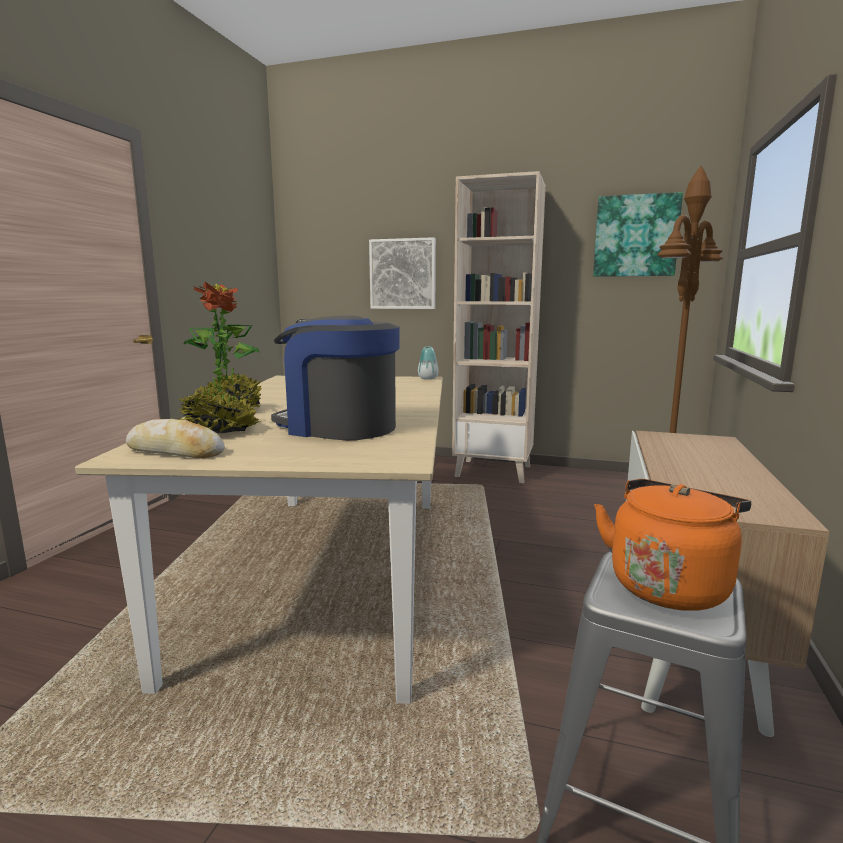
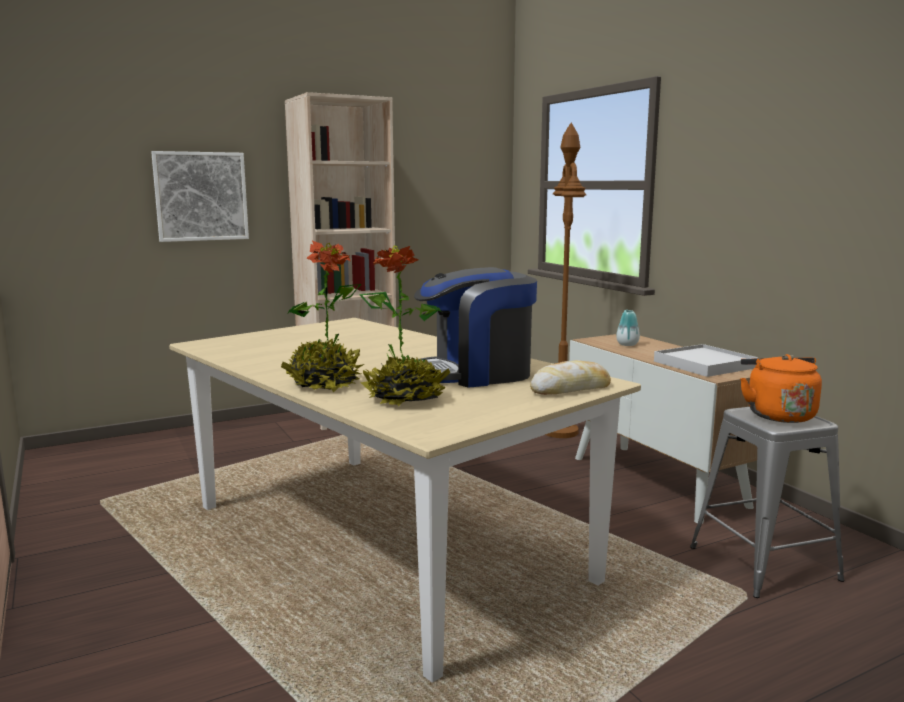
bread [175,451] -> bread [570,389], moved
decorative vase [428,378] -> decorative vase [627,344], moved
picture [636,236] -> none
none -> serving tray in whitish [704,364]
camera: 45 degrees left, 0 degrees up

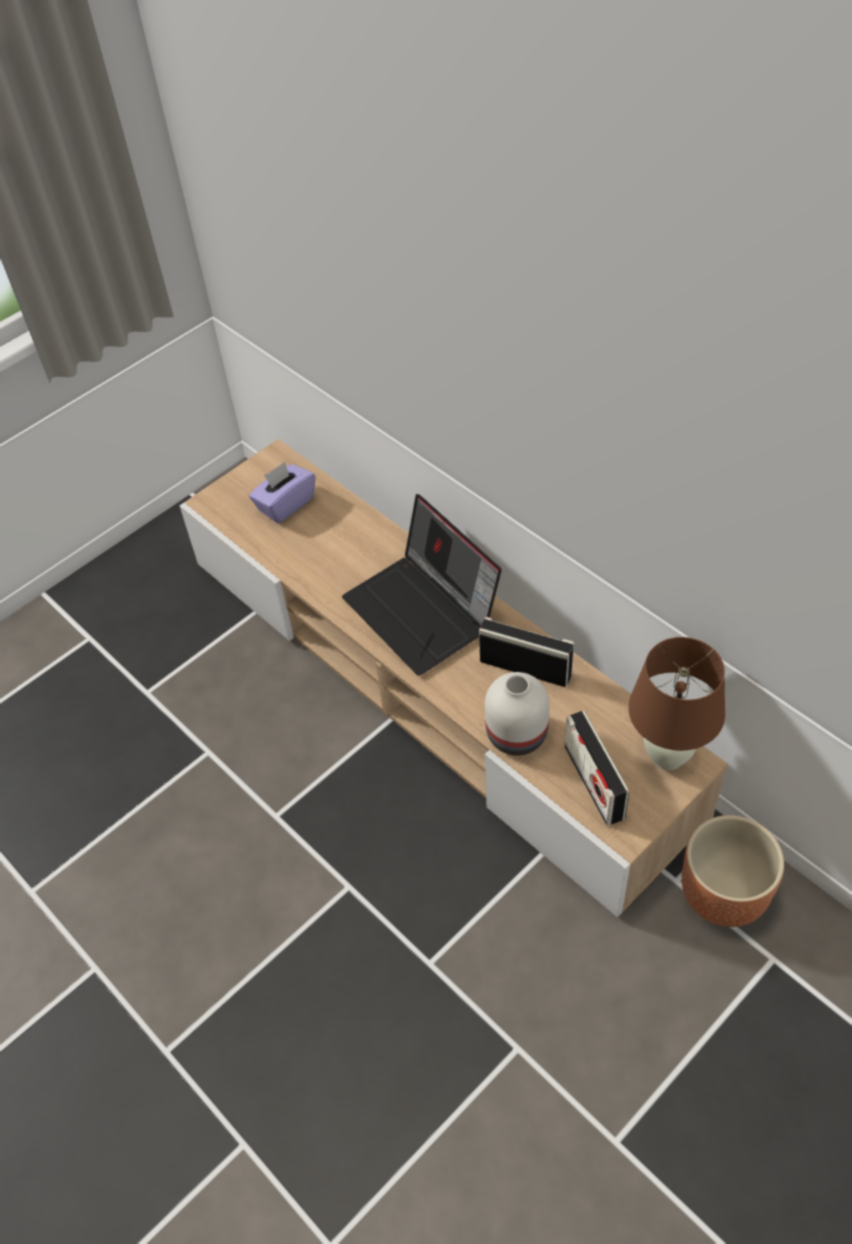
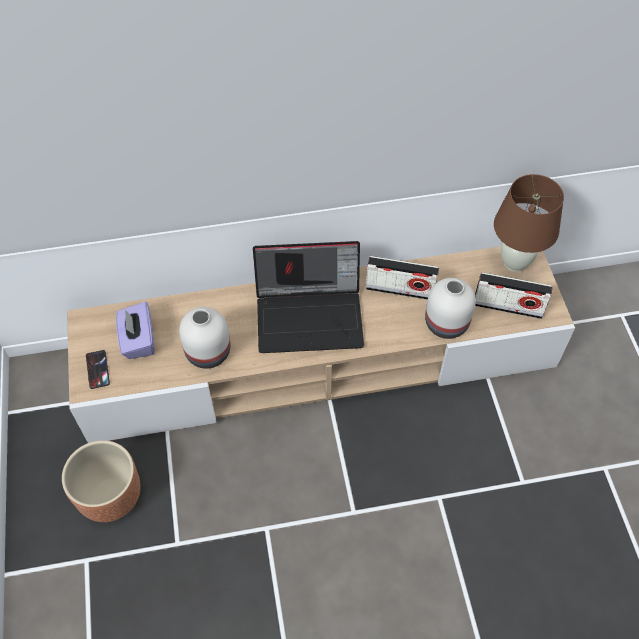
radio receiver [525,667] -> radio receiver [400,289], 135 degrees counterclockwise
planter in brown [723,893] -> planter in brown [110,495], moved
none -> handset [97,369]
none -> decorative vase in whitish [209,351]
camera: 60 degrees left, 5 degrees up

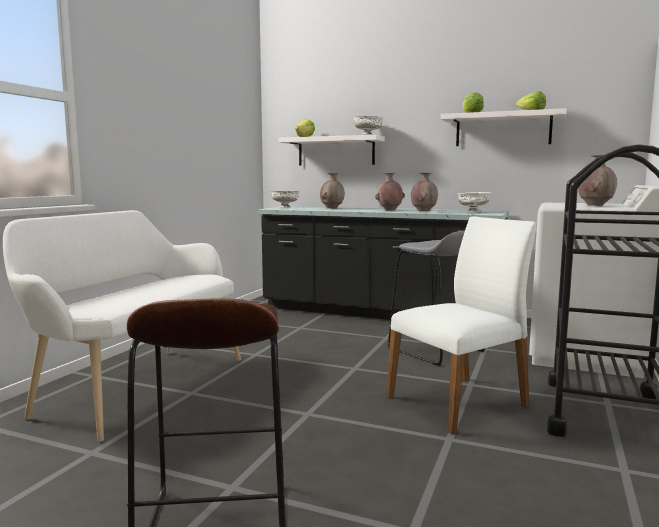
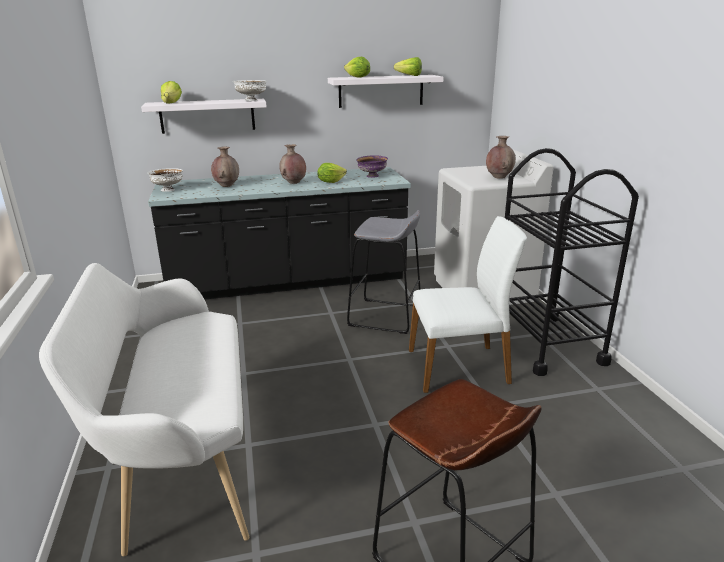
chair in whitish [459,402] -> chair in whitish [459,367], 60 degrees clockwise
decorative vase in brown [423,211] -> lettuce [330,182]
bowl in whitish [473,211] -> bowl in purple [372,176]
camera: 35 degrees left, 15 degrees up

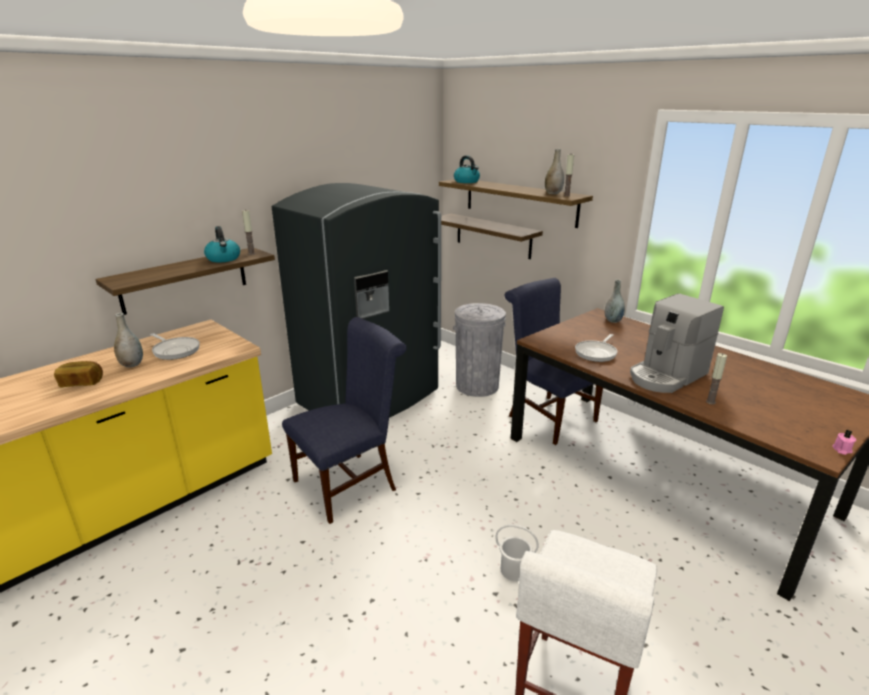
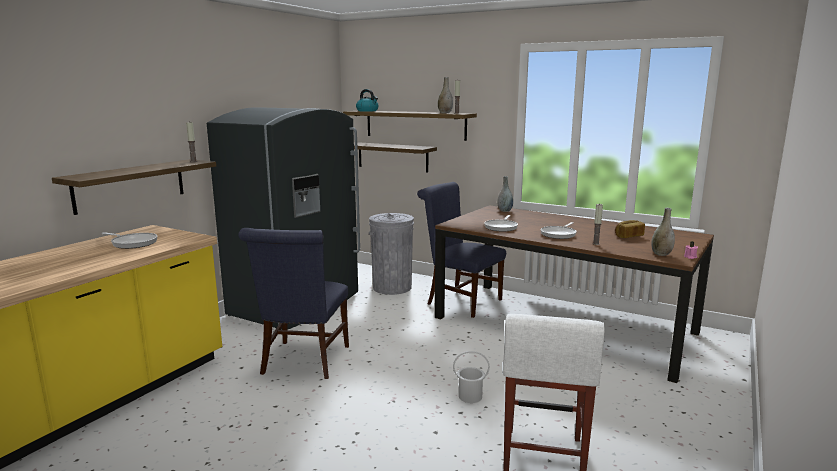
bread [82,383] -> bread [628,236], moved
decorative vase in grey [132,364] -> decorative vase in grey [661,254], moved
water kettle [224,259] -> none
chair in bluish [350,483] -> chair in bluish [303,362], 150 degrees clockwise
coffee brewer [667,376] -> skillet [559,234]
camera: 15 degrees left, 10 degrees down

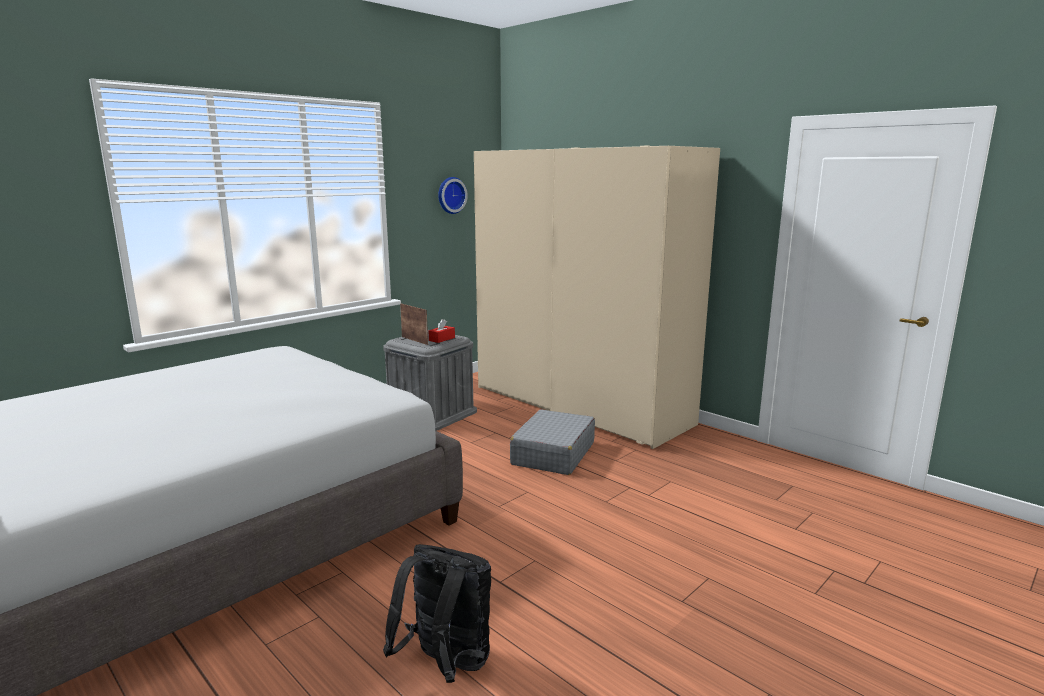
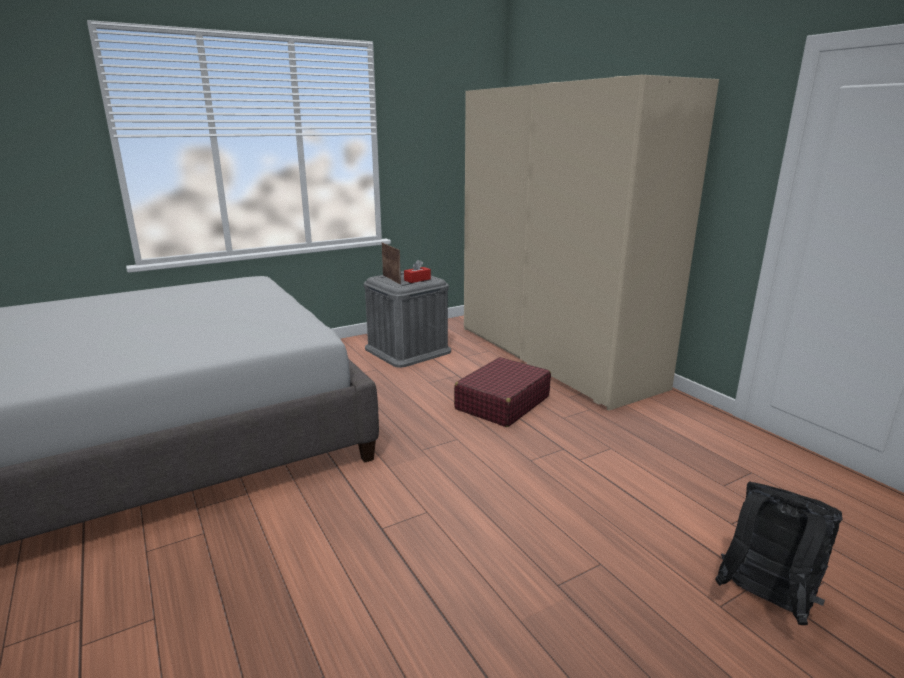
rucksack in black [446,665] -> rucksack in black [764,601], moved
wall clock [450,195] -> none
travel case in grey [553,454] -> travel case in red-coloured [502,403]
camera: 15 degrees right, 5 degrees up

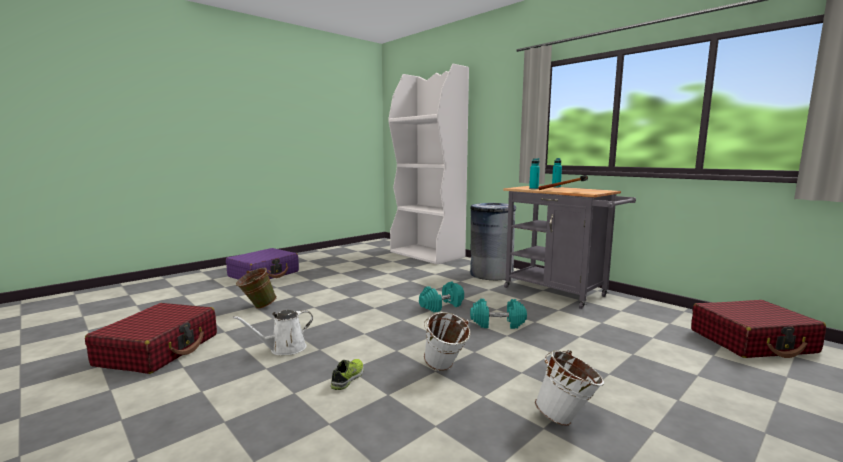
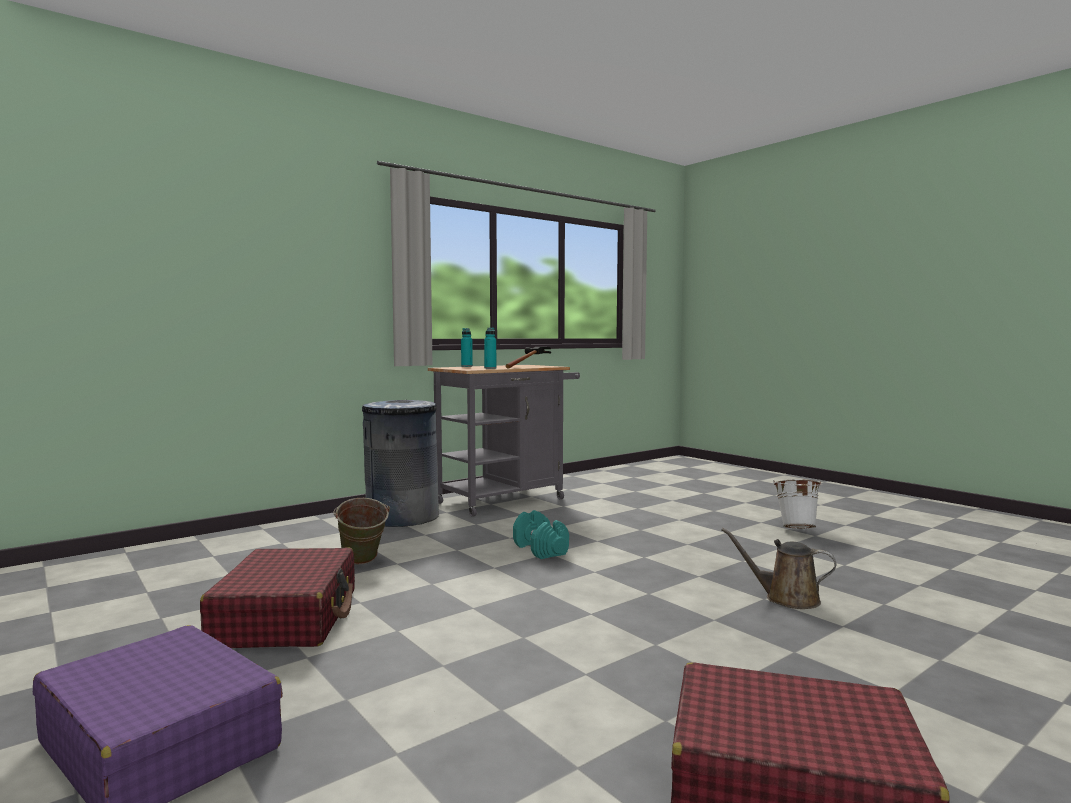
sprinkling can in whitish [284,349] -> none
pail in green [257,307] -> pail in green [362,563], moved
shoe [348,378] -> sprinkling can in brown [786,598]
bookshelf in whitish [427,254] -> none
pail in whitish [445,369] -> none
free weight in turquoise-coloured [497,324] -> none
travel case in red-coloured [752,341] -> travel case in red-coloured [287,618], moved
camera: 85 degrees left, 5 degrees down

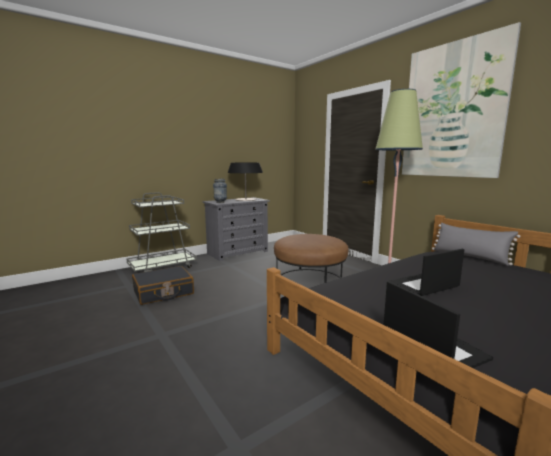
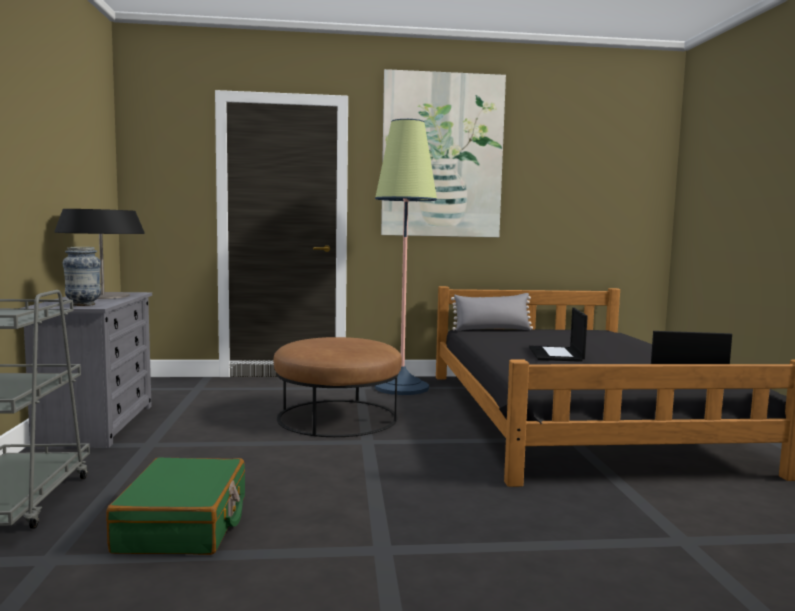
travel case in black [163,292] -> travel case in green [184,524]
camera: 60 degrees left, 5 degrees down

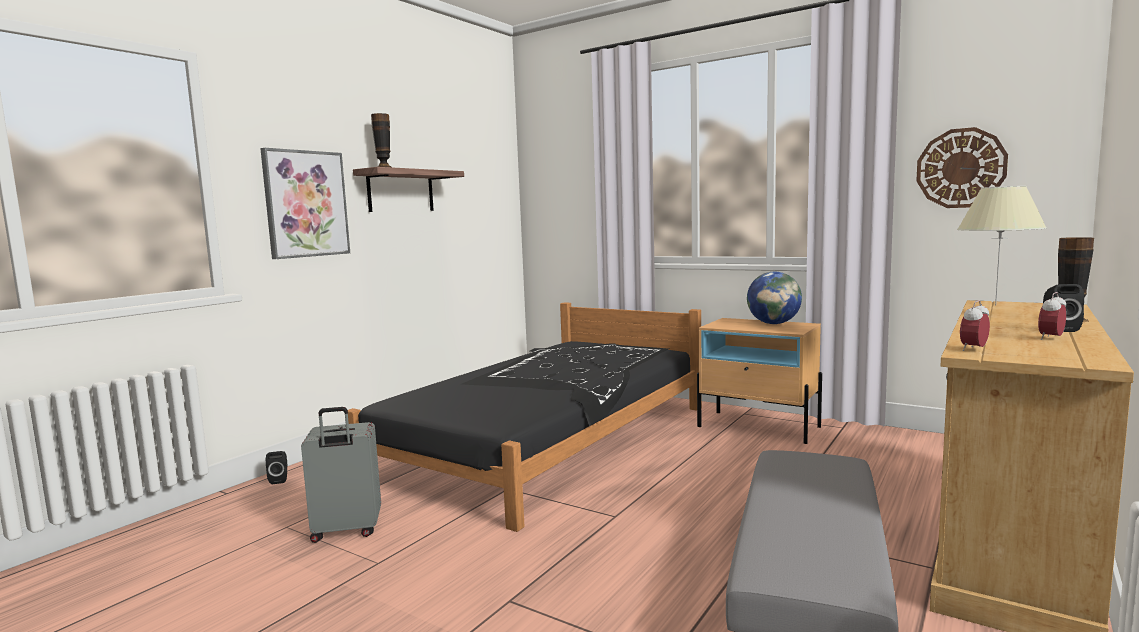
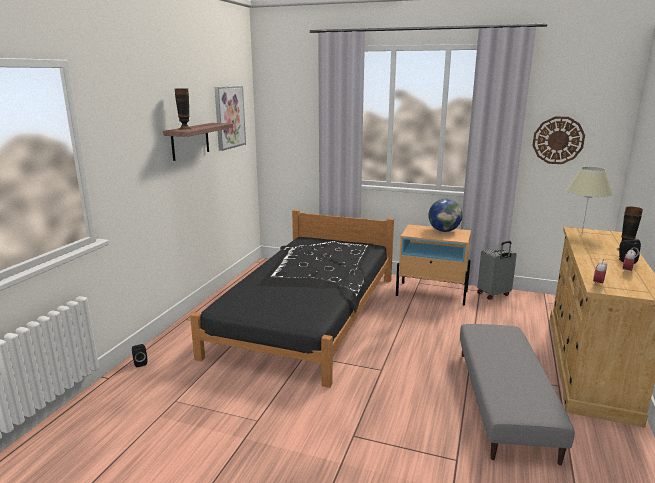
picture [306,204] -> picture [229,117], moved
travel case in grey [346,531] -> travel case in grey [494,294], moved
camera: 15 degrees left, 10 degrees up

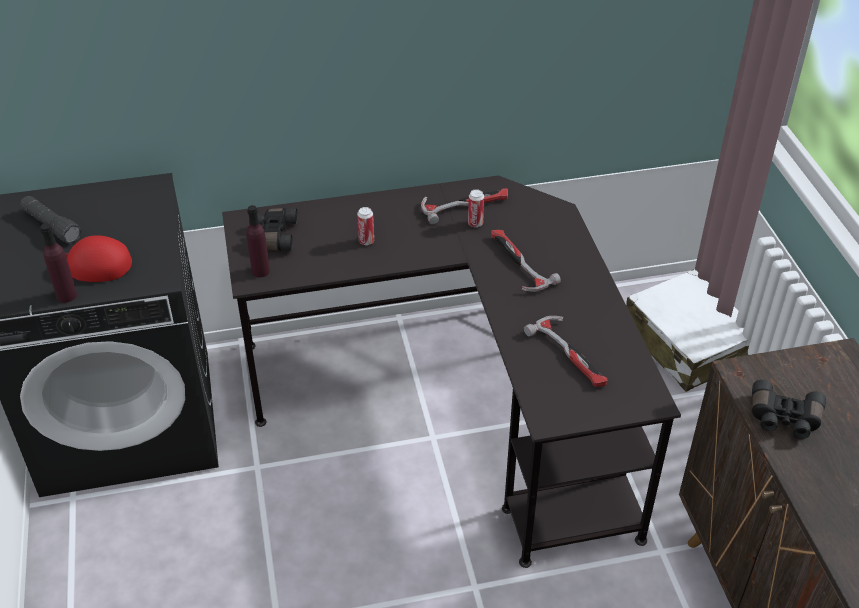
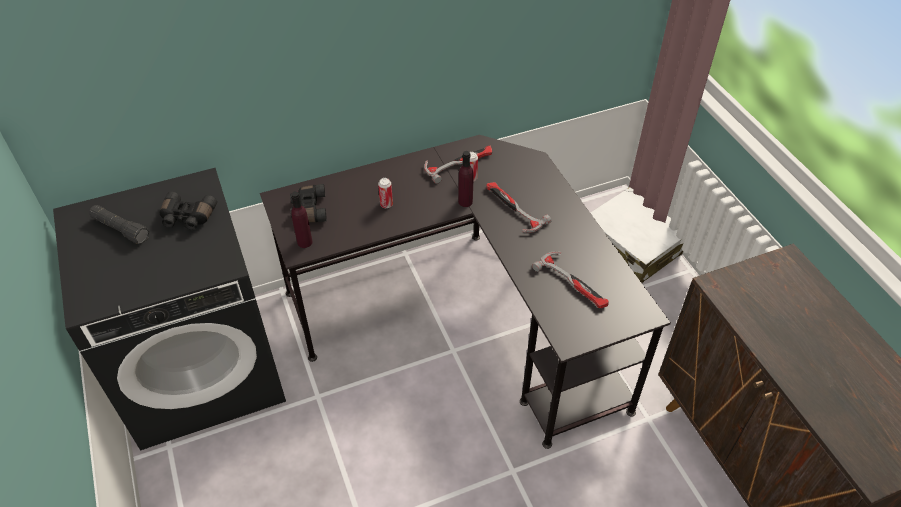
beverage bottle in purple [66,295] -> beverage bottle in purple [465,202], moved
cap in red-coloured [93,265] -> none
field glasses in black [784,419] -> field glasses in black [187,218], moved
camera: 10 degrees left, 5 degrees up

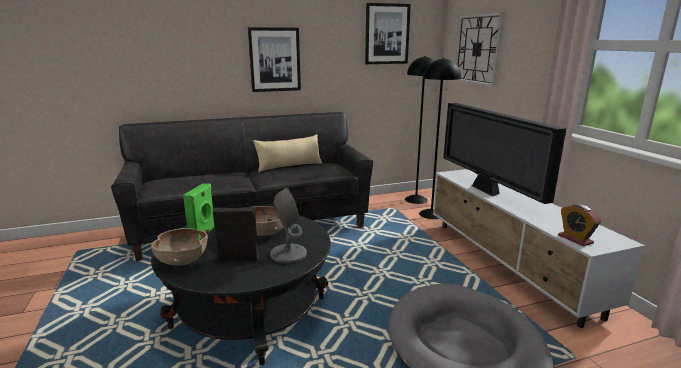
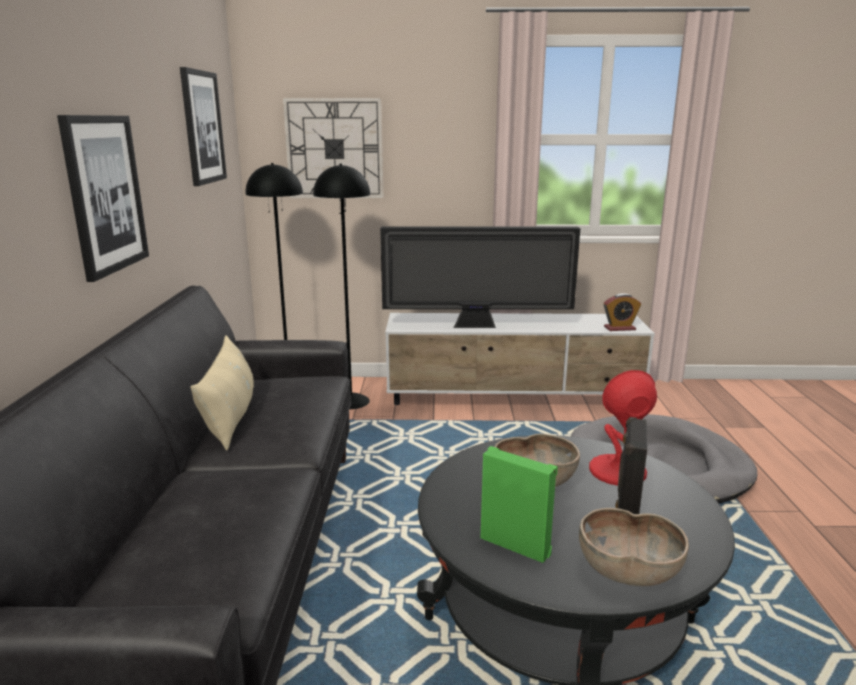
lamp for a table in grey [288,254] -> lamp for a table in red-coloured [617,471]
camera: 70 degrees left, 0 degrees up

